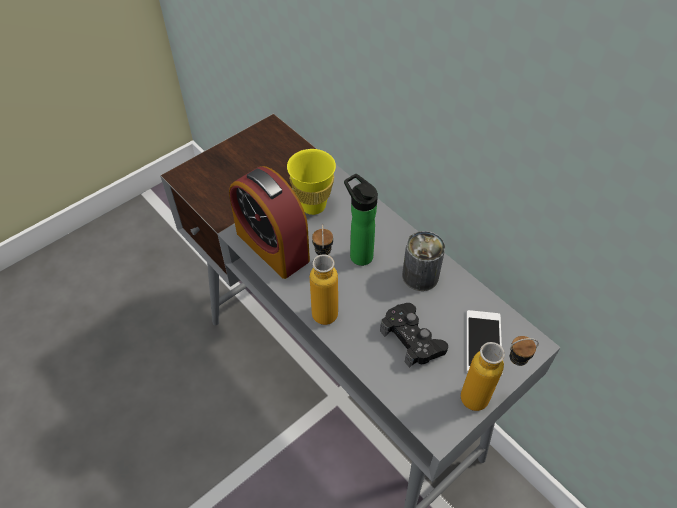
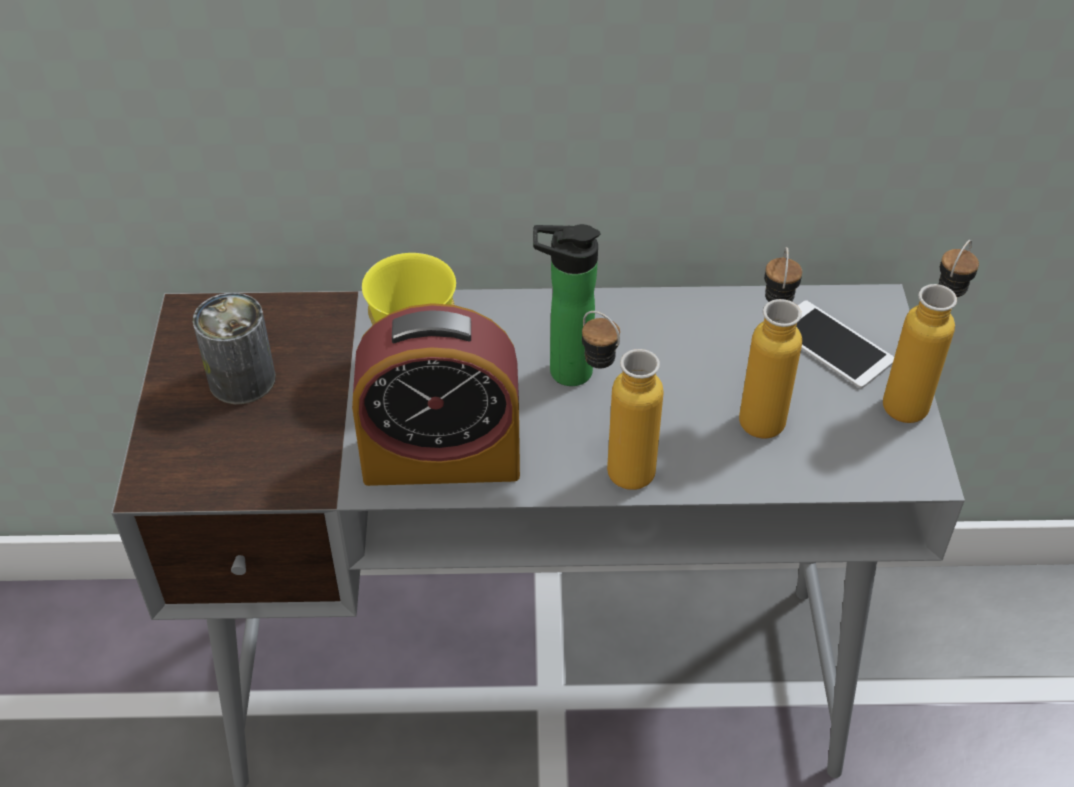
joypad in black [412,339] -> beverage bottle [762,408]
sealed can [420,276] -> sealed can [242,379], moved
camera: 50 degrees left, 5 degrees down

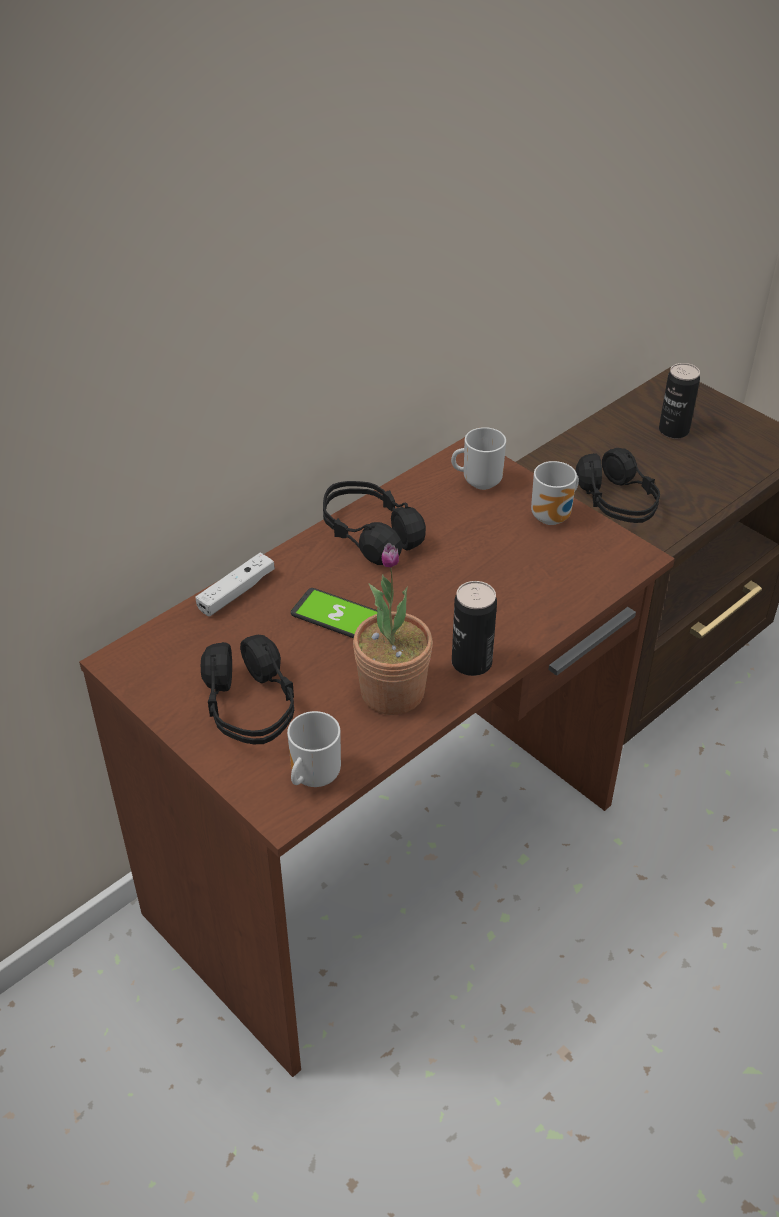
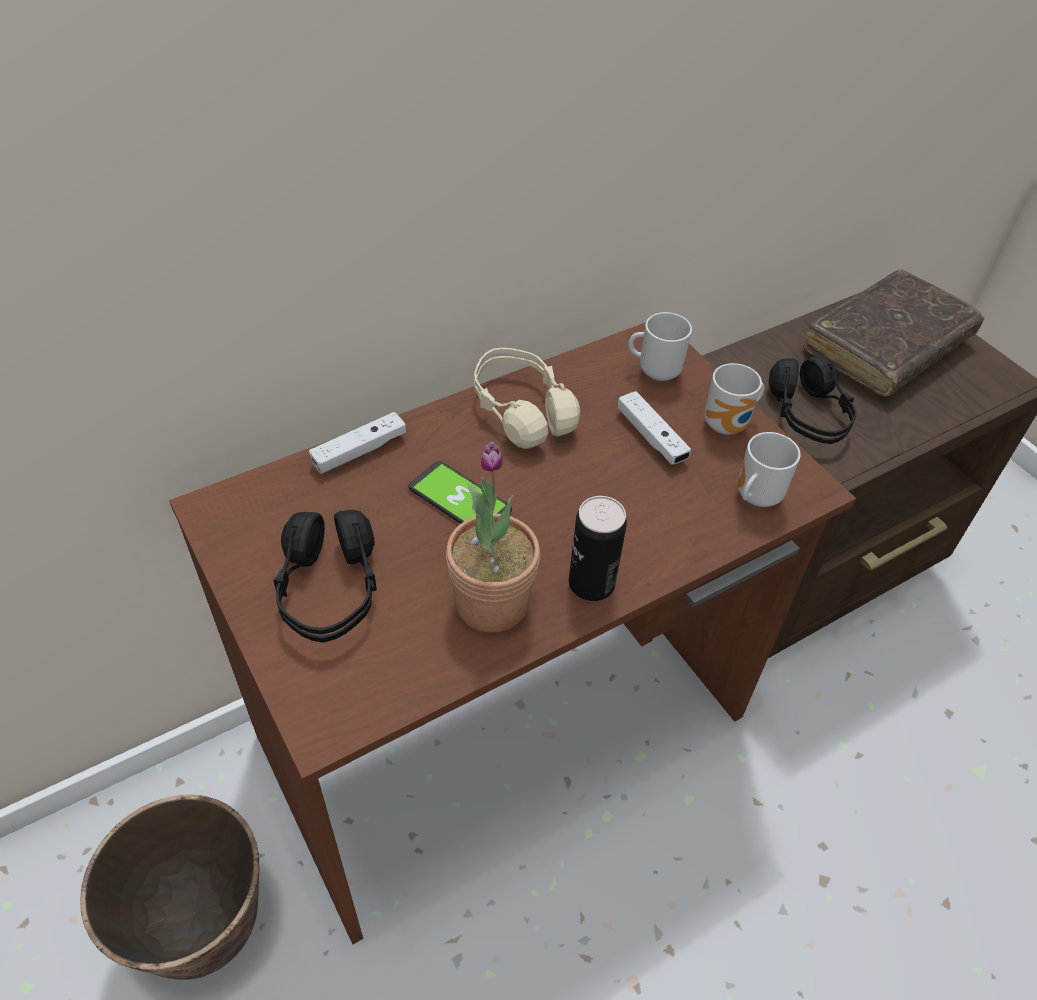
coffee mug [312,777] -> coffee mug [754,497], moved
headset in black [369,535] -> headset in sand-coloured [521,411]
sealed can [673,430] -> volume in brown [886,346]
none -> planter [205,927]
none -> joypad in whitish [651,437]
camera: 10 degrees right, 5 degrees up

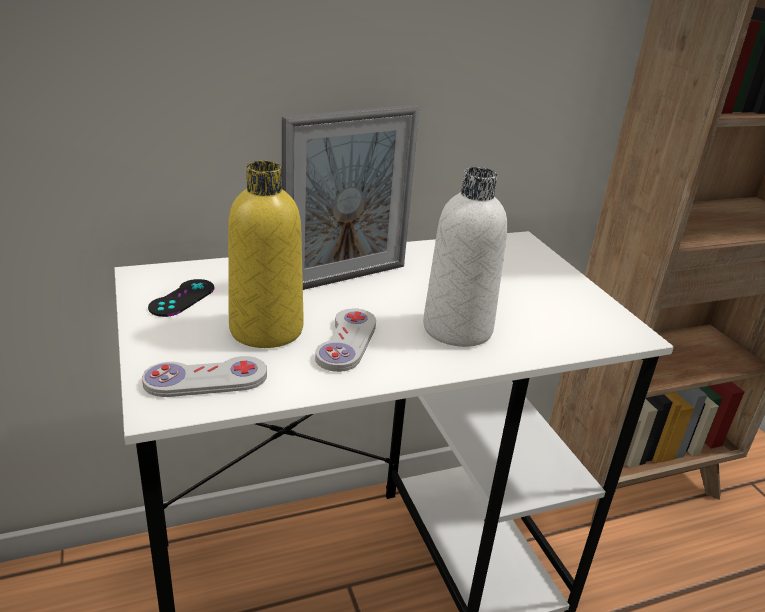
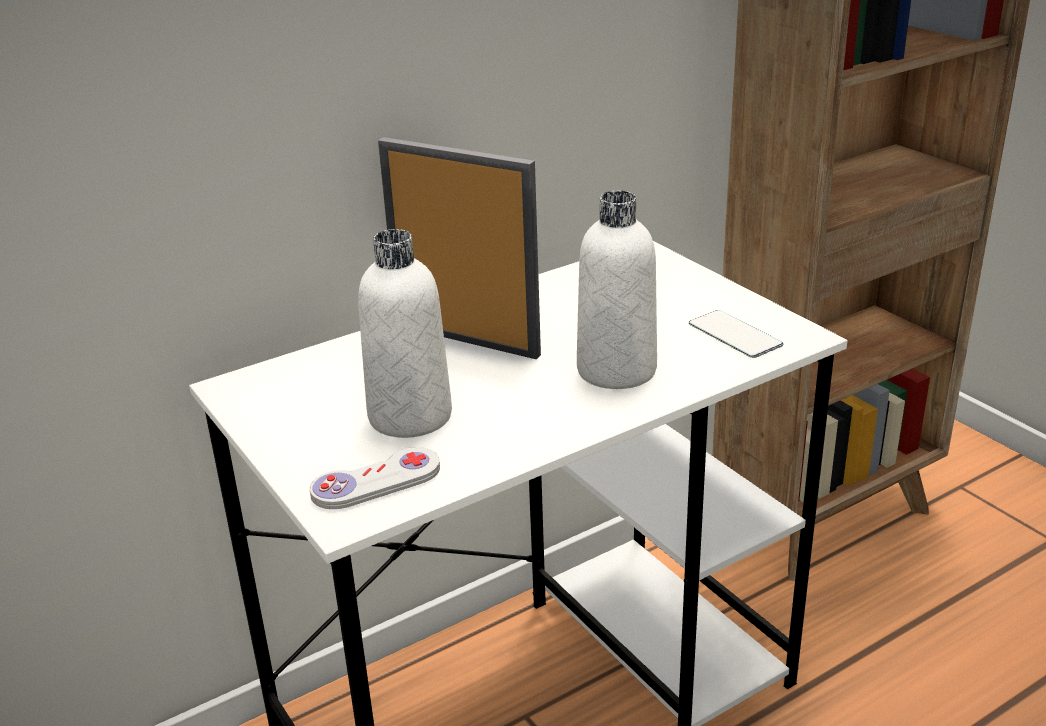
joypad in black [182,298] -> none
beverage bottle in yellowish [266,329] -> beverage bottle in whitish [410,416]
picture frame [345,278] -> picture frame [466,340], 105 degrees counterclockwise
joypad in whitish [347,341] -> none
none -> handset [735,335]
camera: 10 degrees left, 0 degrees up

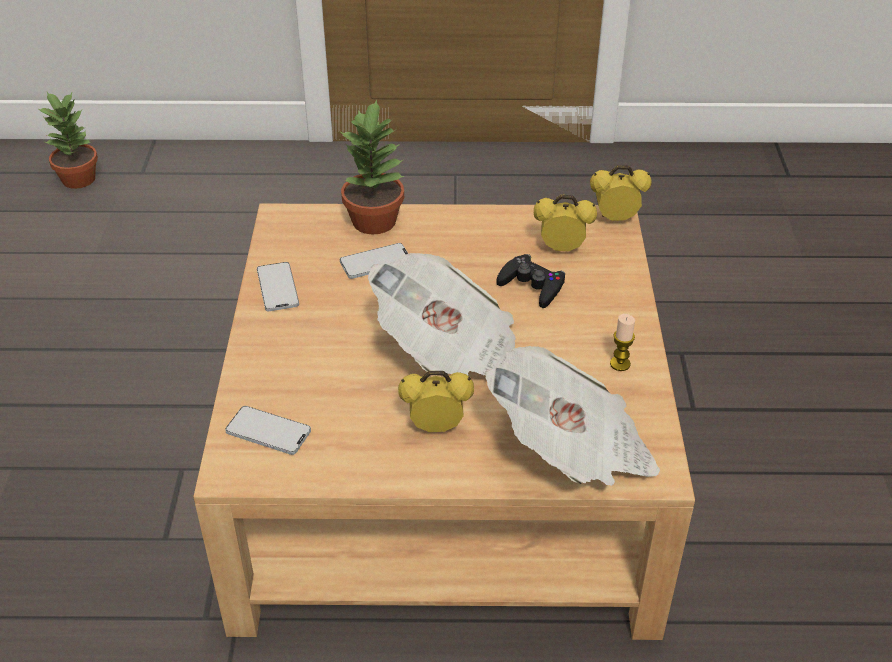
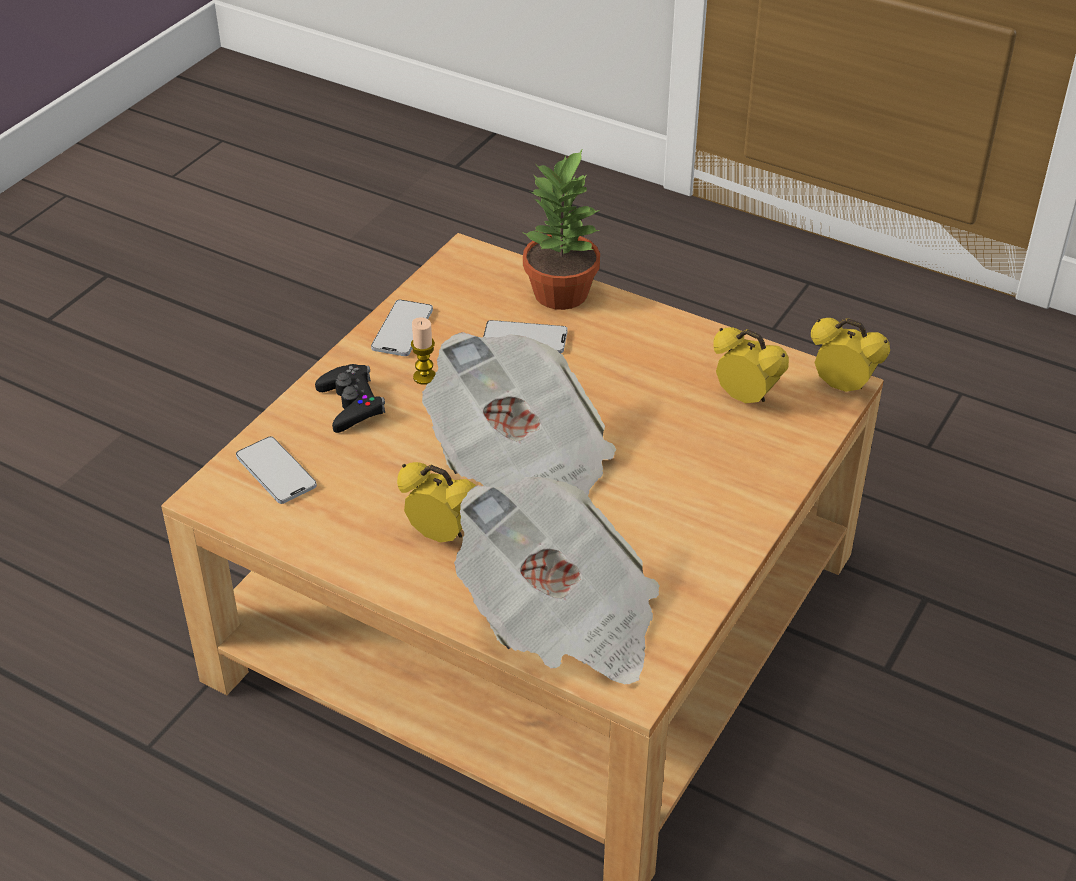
houseplant [79,178] -> none
joypad in black [532,286] -> joypad in black [351,404], moved
candle [620,364] -> candle [424,377], moved
camera: 30 degrees right, 0 degrees up

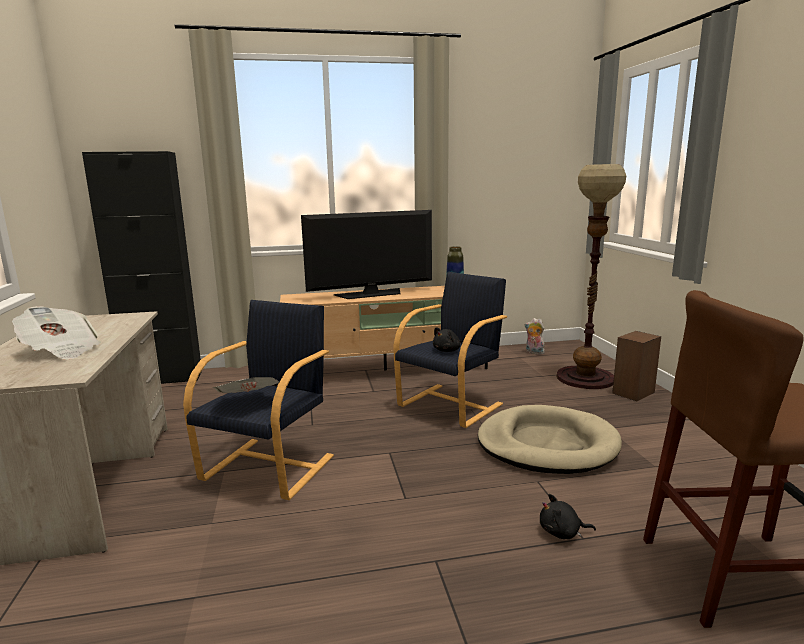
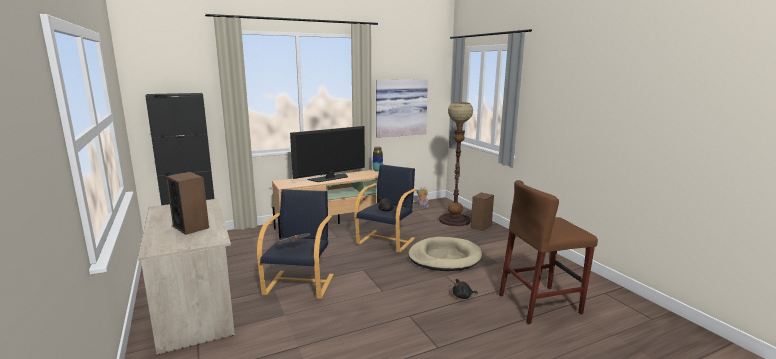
daily paper [61,351] -> audio speaker [191,227]
none -> picture [400,107]
camera: 15 degrees left, 0 degrees up

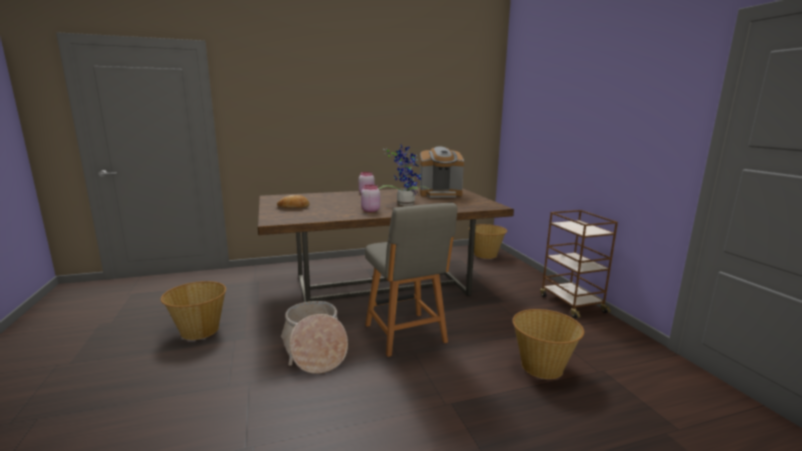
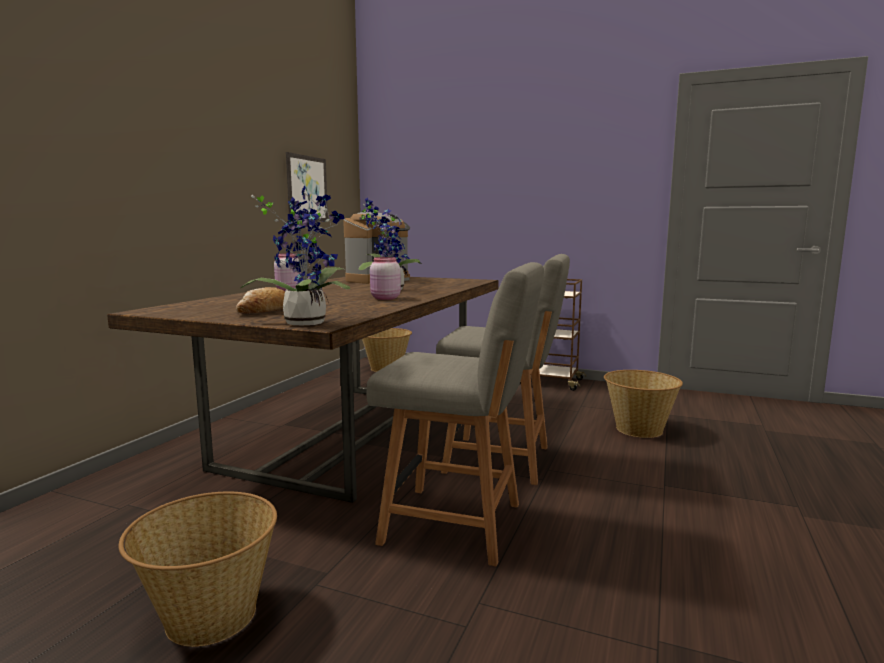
basket [314,350] -> chair in grey [458,524]
none -> houseplant [307,322]
none -> picture [307,189]
camera: 50 degrees left, 5 degrees down

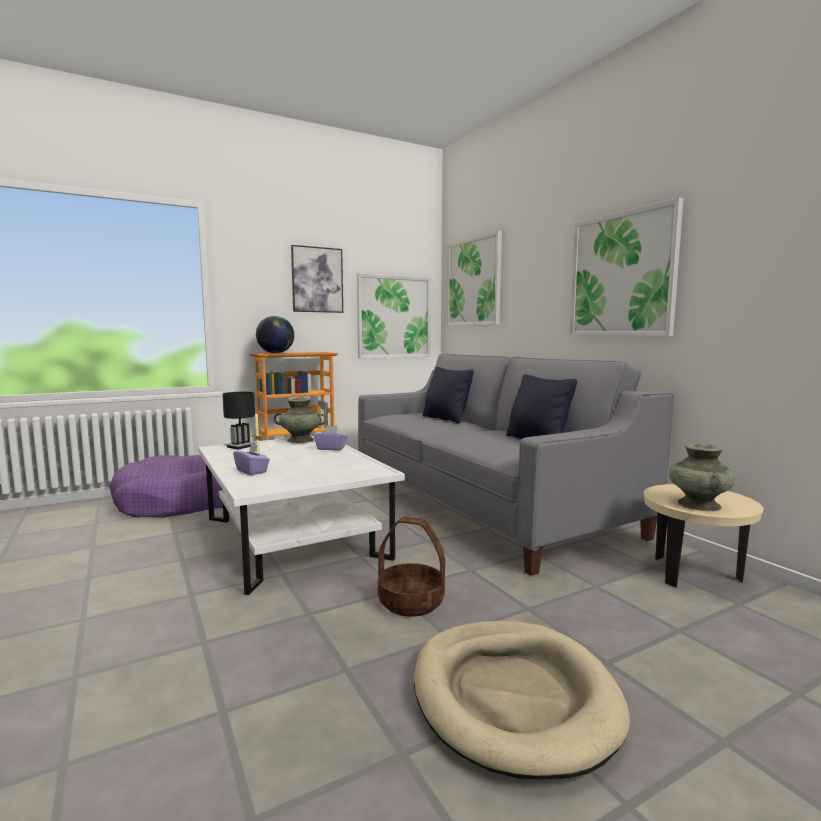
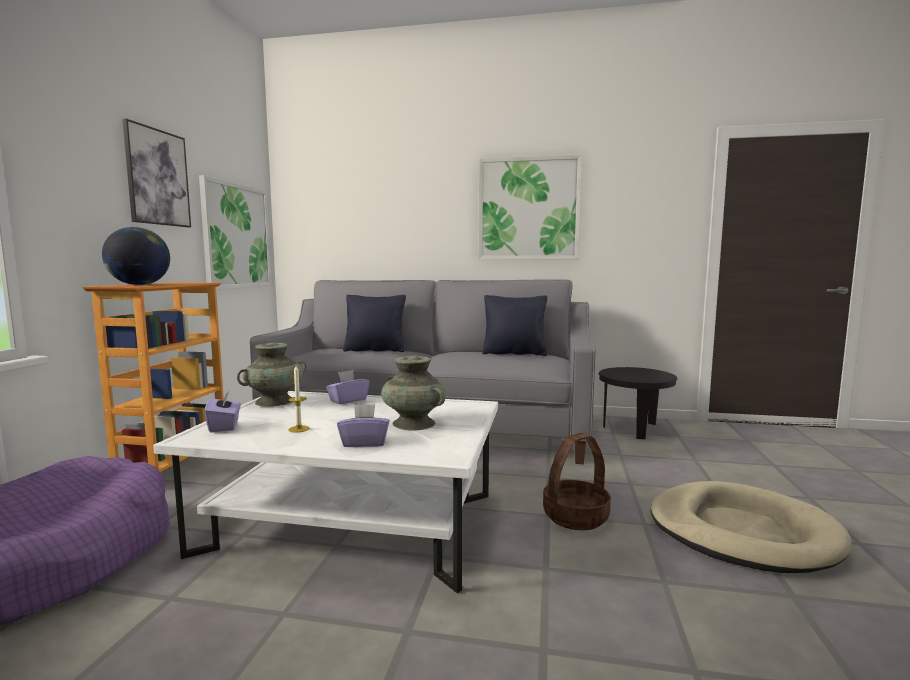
lamp for a table in black [240,446] -> tissue holder in purple [224,426]
picture [473,282] -> none
side table in sand-coloured [694,574] -> side table in black [634,429]
decorative vase in turquoise-coloured [699,505] -> decorative vase in turquoise-coloured [414,423], moved
camera: 50 degrees left, 0 degrees up

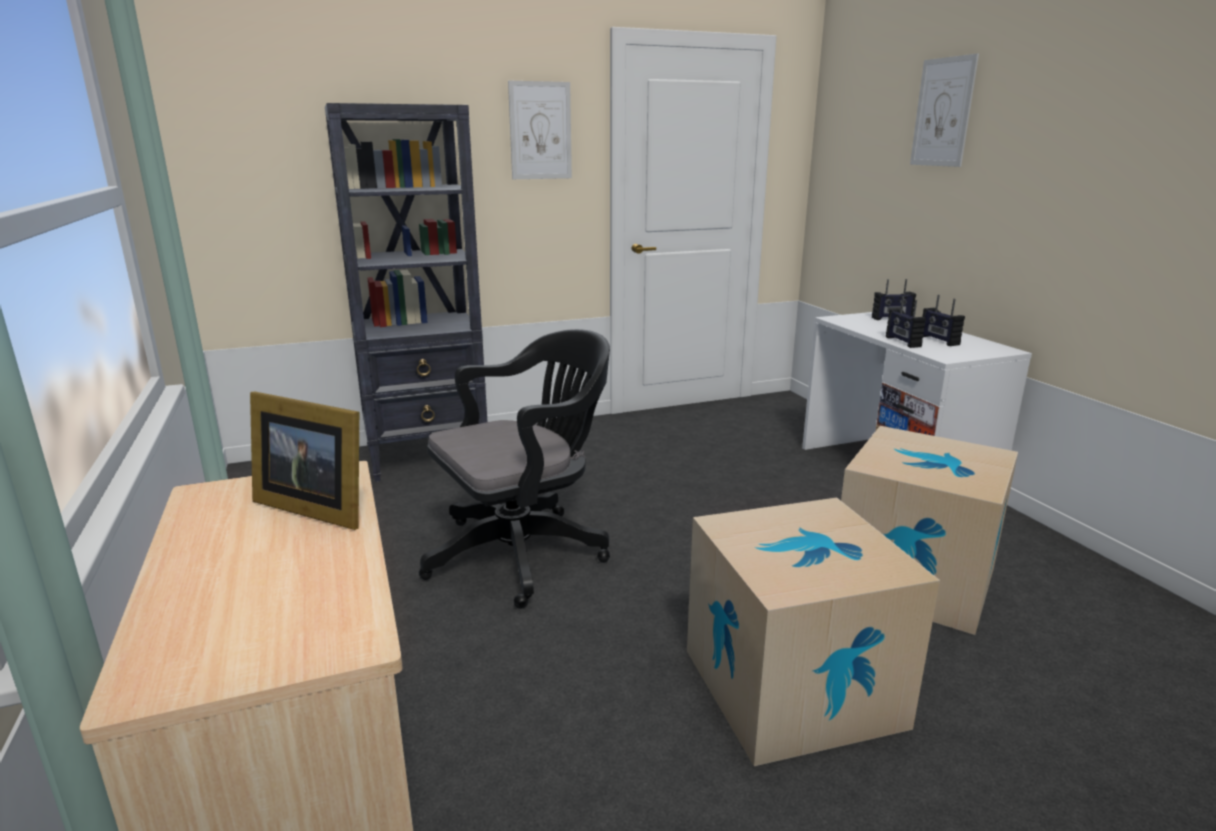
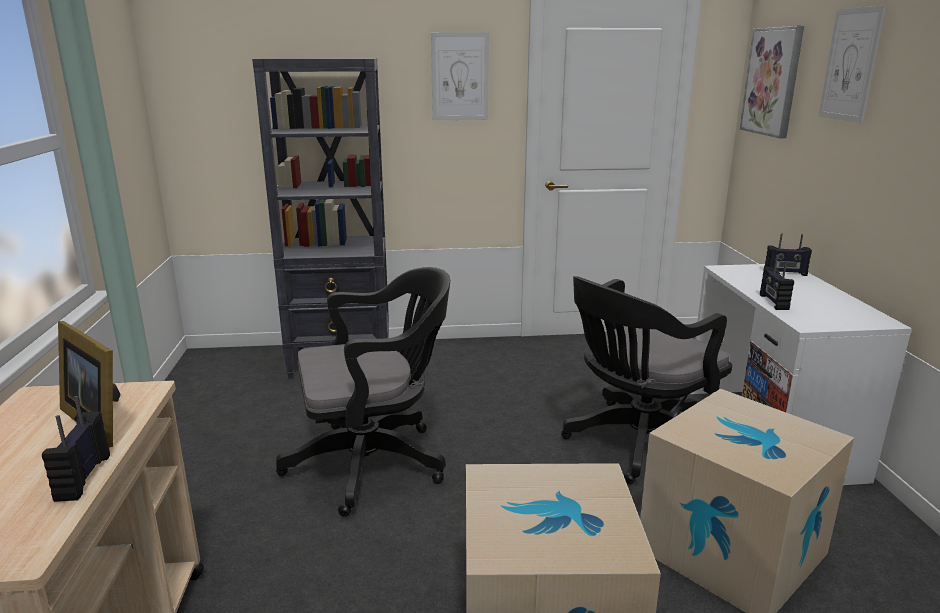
radio receiver [938,340] -> radio receiver [82,477], moved
none -> desk chair in black [636,445]
none -> picture [772,81]
camera: 15 degrees right, 0 degrees up

